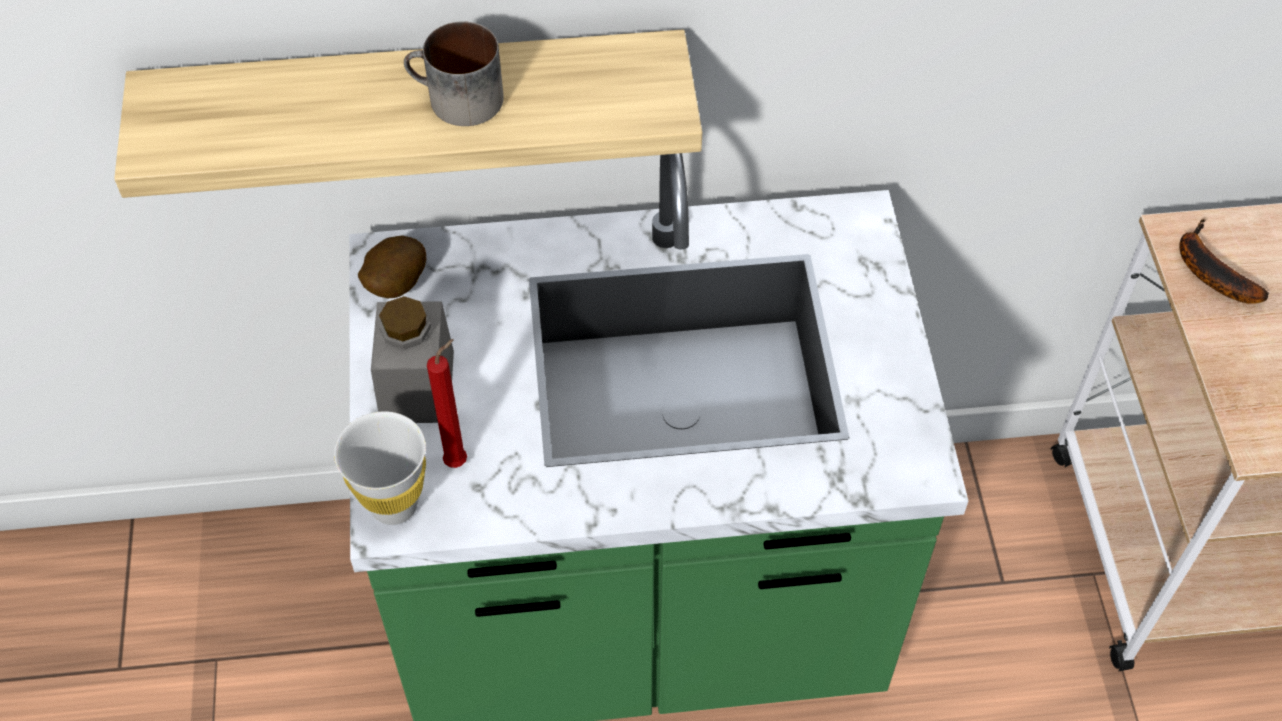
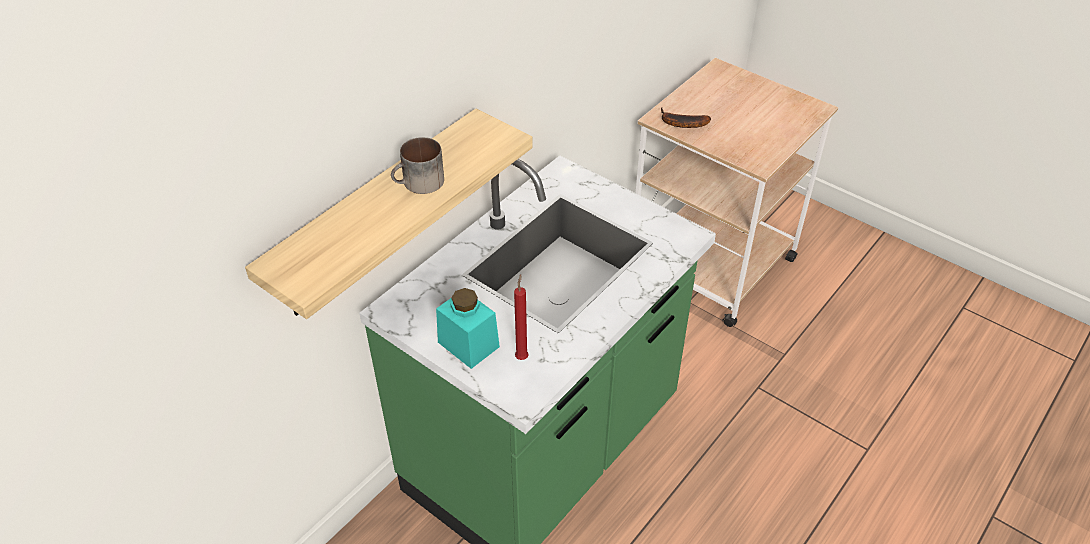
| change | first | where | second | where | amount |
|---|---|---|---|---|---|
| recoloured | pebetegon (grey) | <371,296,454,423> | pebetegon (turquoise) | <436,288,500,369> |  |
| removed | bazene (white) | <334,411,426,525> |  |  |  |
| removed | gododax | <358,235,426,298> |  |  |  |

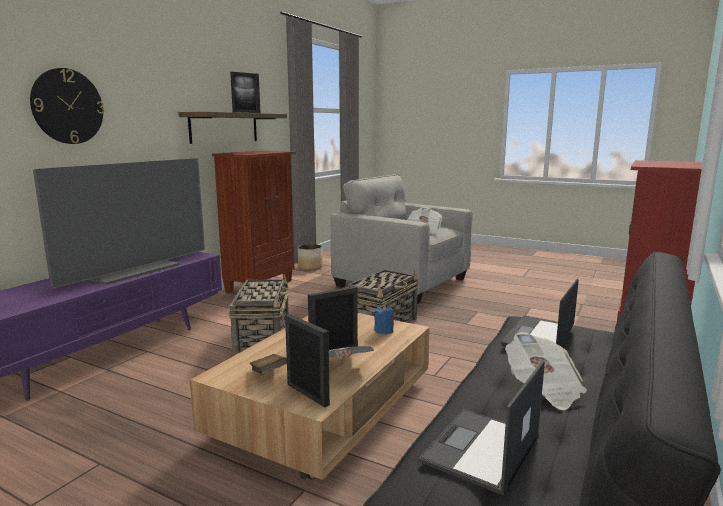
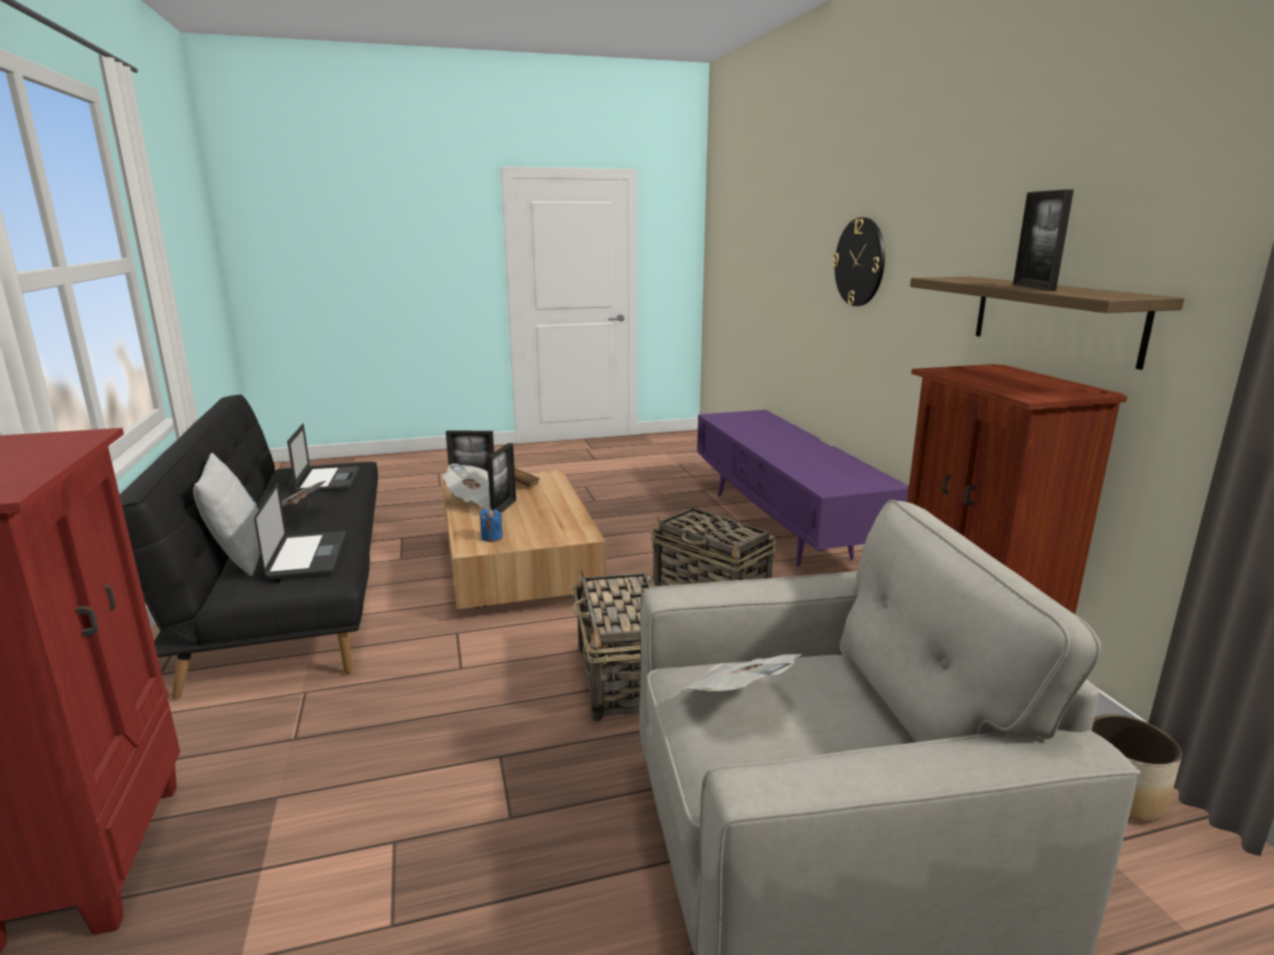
| change | first | where | second | where | amount |
|---|---|---|---|---|---|
| added |  |  | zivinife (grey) | <193,453,260,576> |  |
| removed | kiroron | <33,158,205,288> |  |  |  |

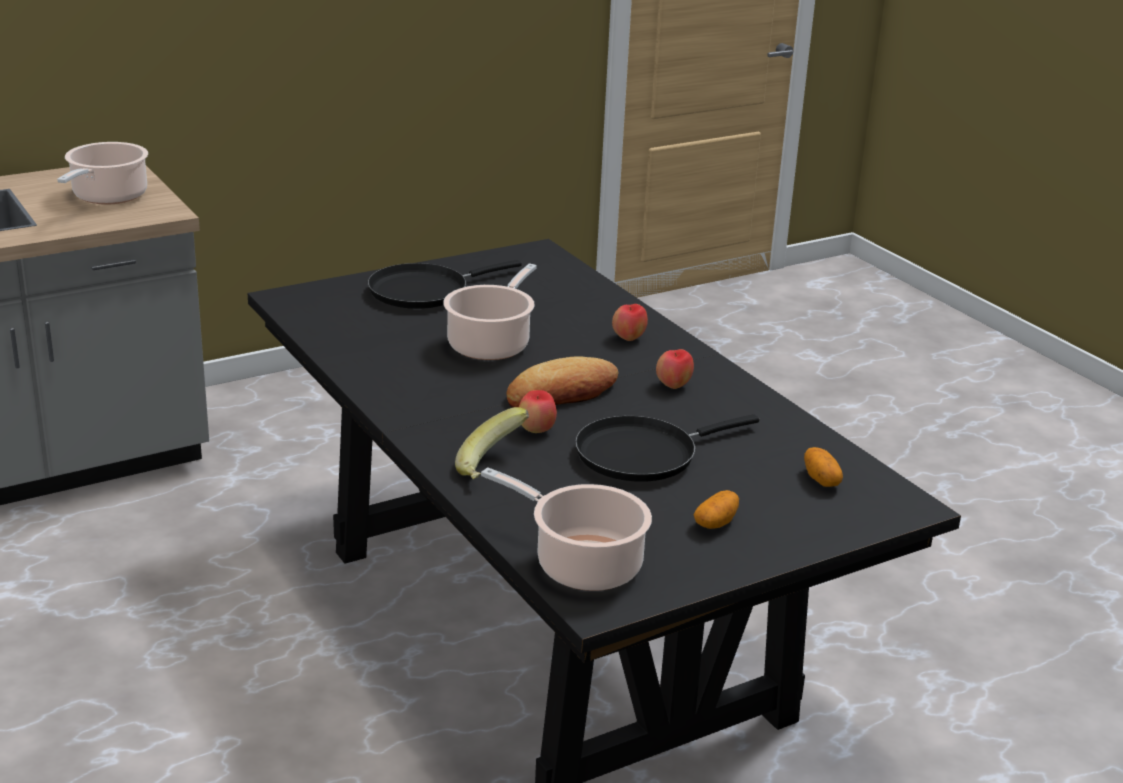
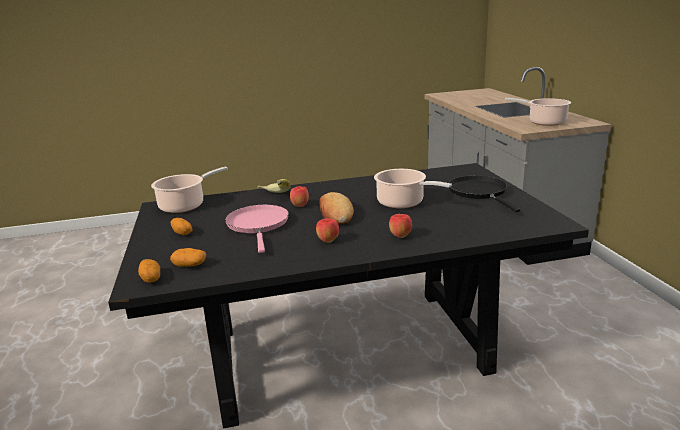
| change | first | where | second | where | amount |
|---|---|---|---|---|---|
| added |  |  | gododax | <138,259,160,283> |  |
| recoloured | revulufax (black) | <575,414,759,482> | revulufax (pink) | <225,204,289,253> |  |

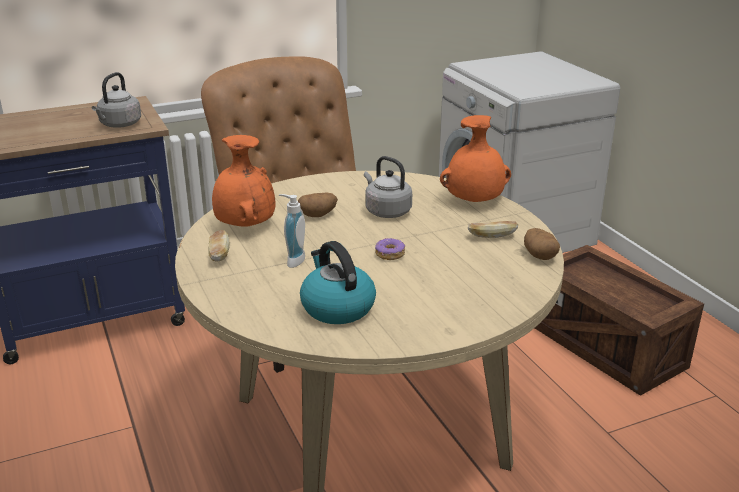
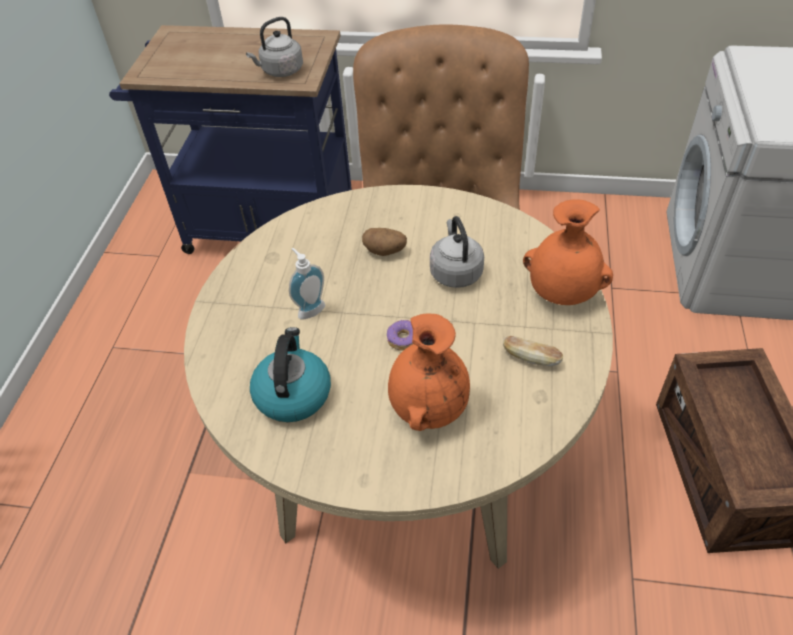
| change | first | where | second | where | amount |
|---|---|---|---|---|---|
| moved | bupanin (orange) | <212,135,275,227> |  | <388,313,470,431> |  |
| removed | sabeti | <208,230,230,261> |  |  |  |
| removed | gododax | <524,228,560,260> |  |  |  |

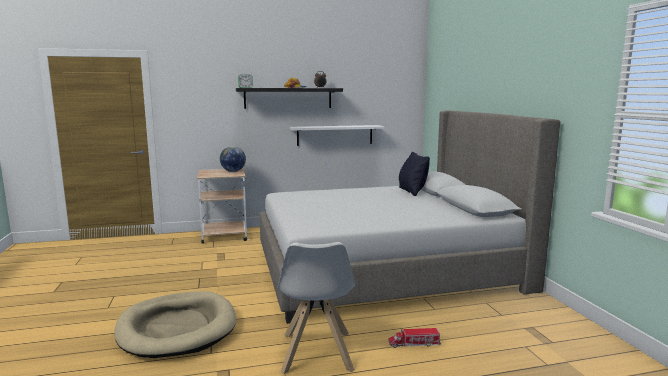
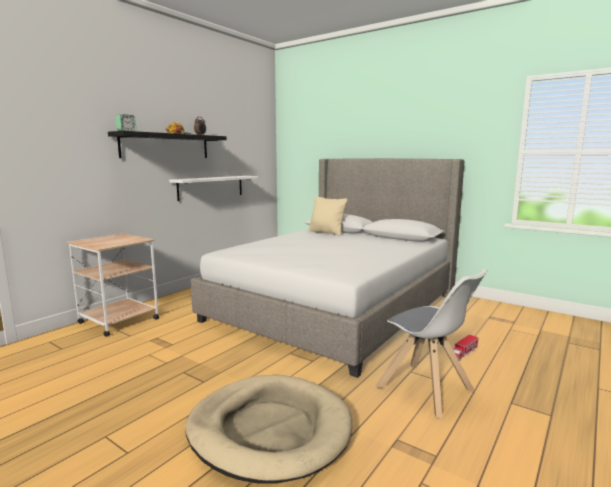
| change | first | where | second | where | amount |
|---|---|---|---|---|---|
| recoloured | zivinife (black) | <399,152,430,196> | zivinife (beige) | <308,196,348,236> |  |
| removed | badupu | <220,146,246,172> |  |  |  |

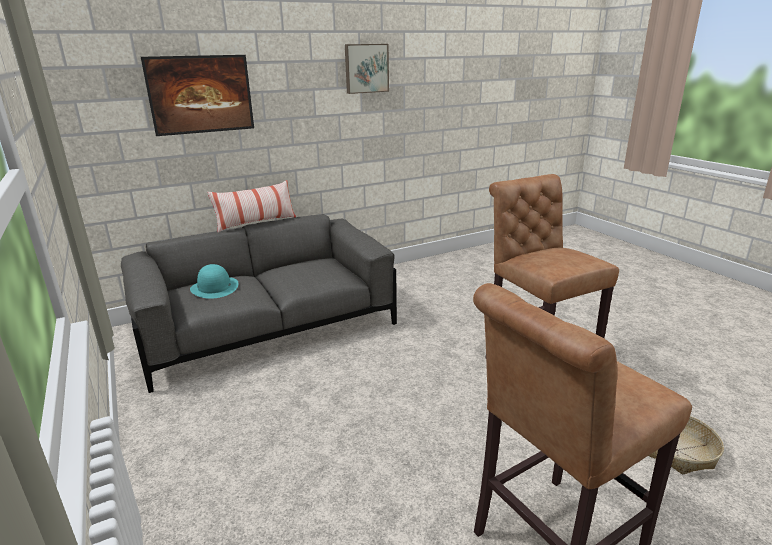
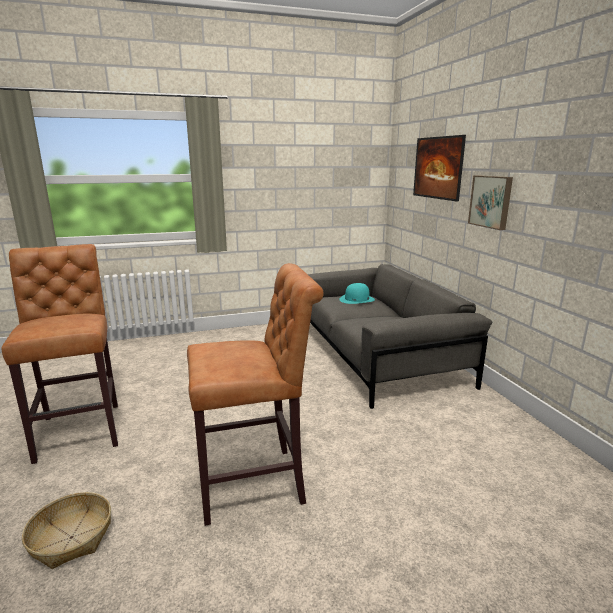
| change | first | where | second | where | amount |
|---|---|---|---|---|---|
| moved | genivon | <345,44,389,94> |  | <468,175,513,230> |  |
| removed | zivinife | <208,180,296,233> |  |  |  |

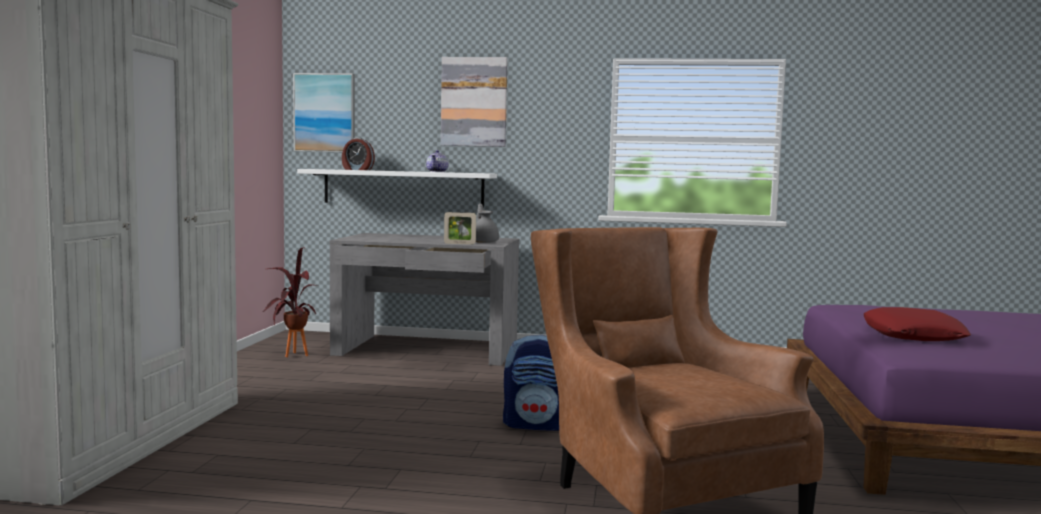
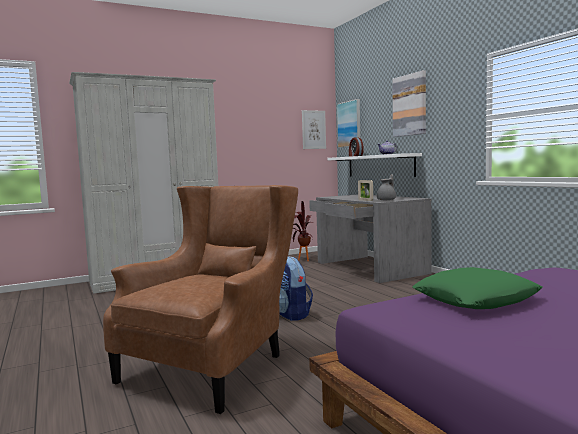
| change | first | where | second | where | amount |
|---|---|---|---|---|---|
| added |  |  | genivon | <302,110,326,149> |  |
| recoloured | zivinife (red) | <864,307,971,341> | zivinife (green) | <413,267,542,309> |  |

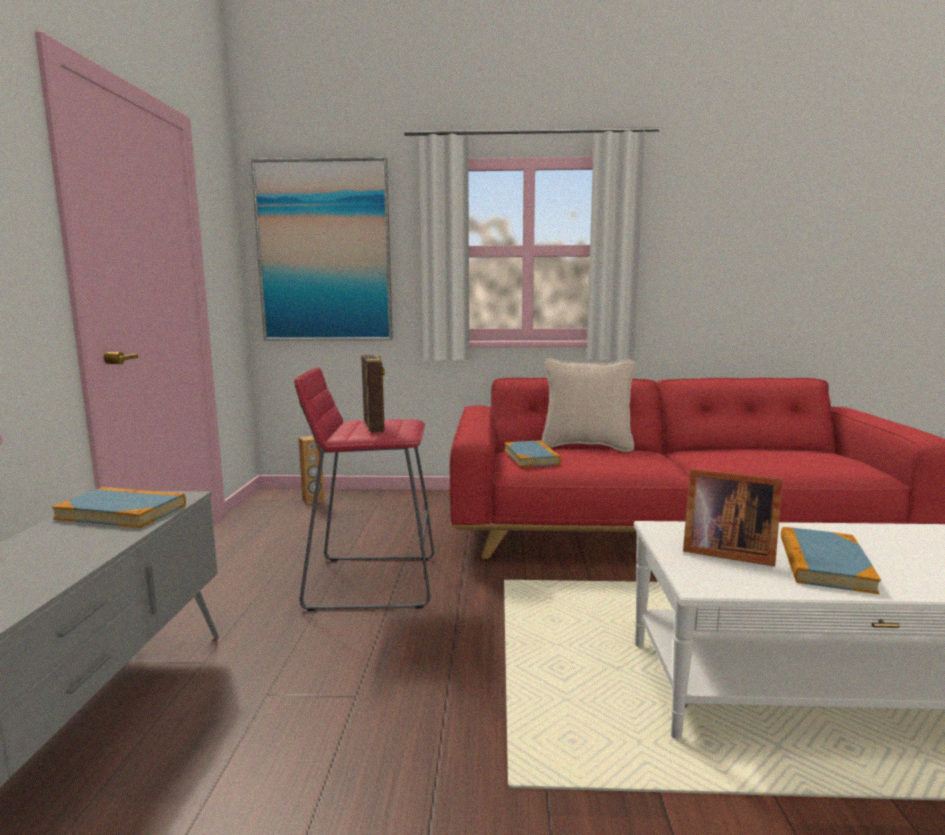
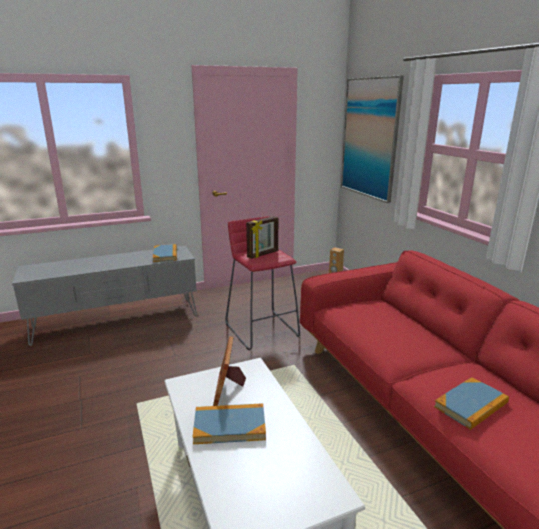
| change | first | where | second | where | amount |
|---|---|---|---|---|---|
| moved | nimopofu | <504,440,561,467> |  | <434,377,509,430> |  |
| removed | zivinife (beige) | <541,358,636,452> |  |  |  |

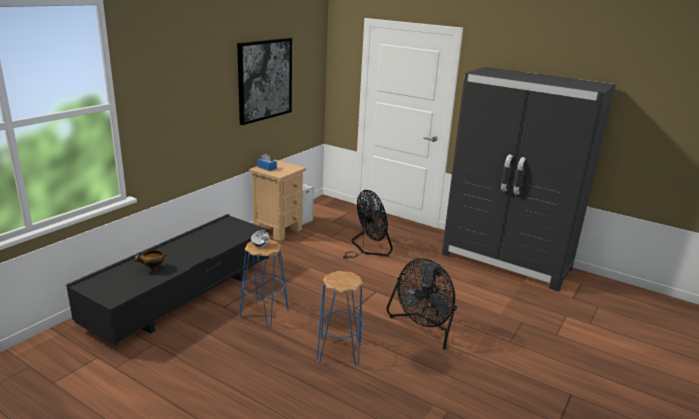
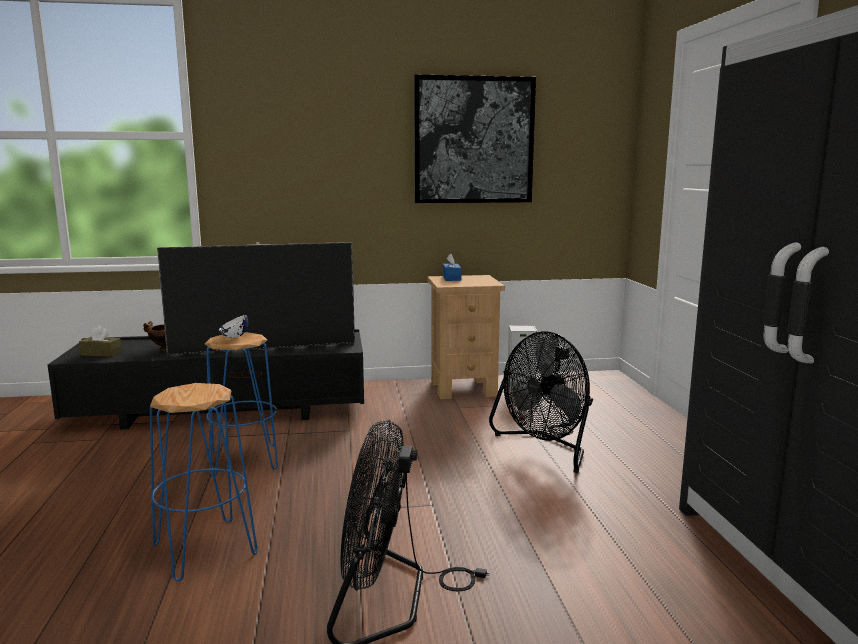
| change | first | where | second | where | amount |
|---|---|---|---|---|---|
| added |  |  | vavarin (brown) | <79,326,122,357> |  |
| added |  |  | kiroron | <157,242,355,355> |  |
| turned | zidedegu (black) | <343,190,393,258> |  | <489,331,593,473> | 120 degrees clockwise |

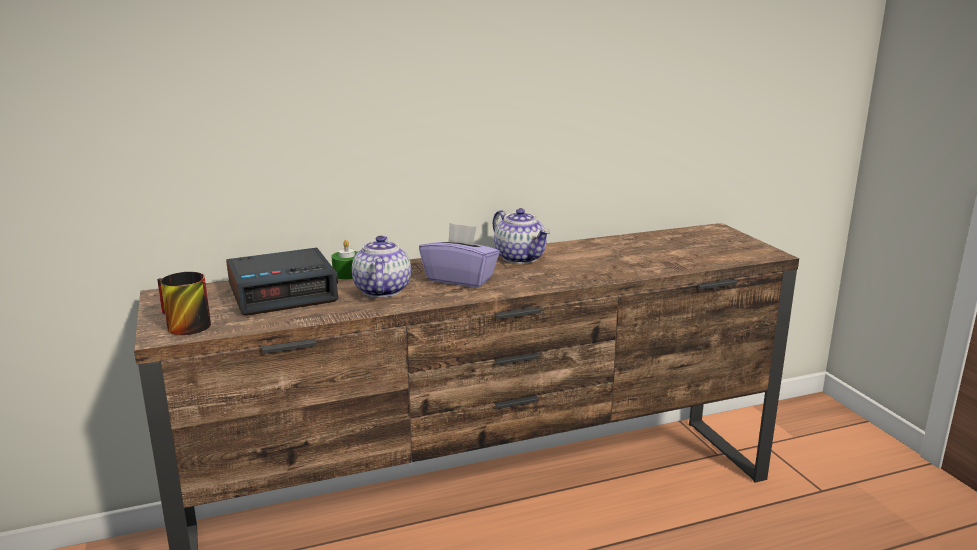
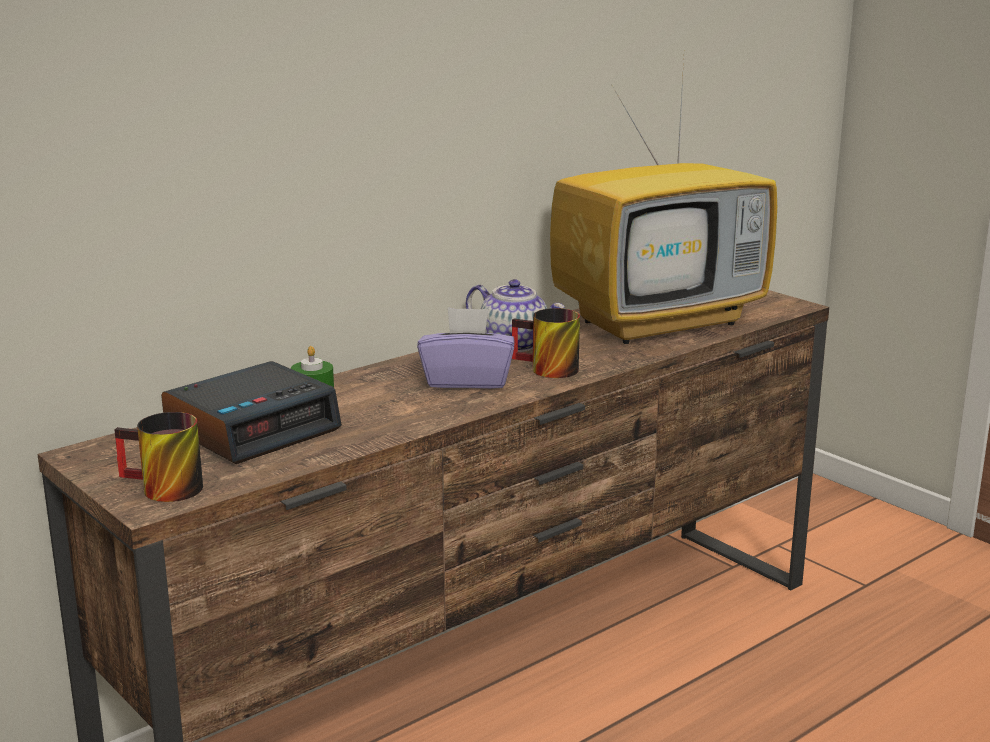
| change | first | where | second | where | amount |
|---|---|---|---|---|---|
| added |  |  | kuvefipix | <512,308,580,378> |  |
| added |  |  | kiroron | <550,61,777,344> |  |
| removed | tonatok | <352,236,411,298> |  |  |  |

